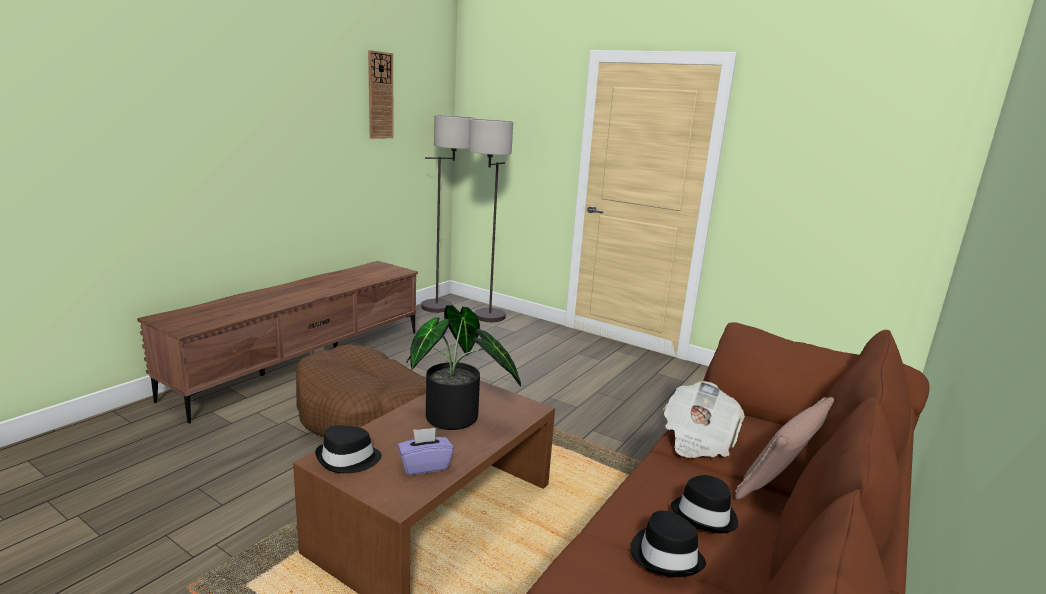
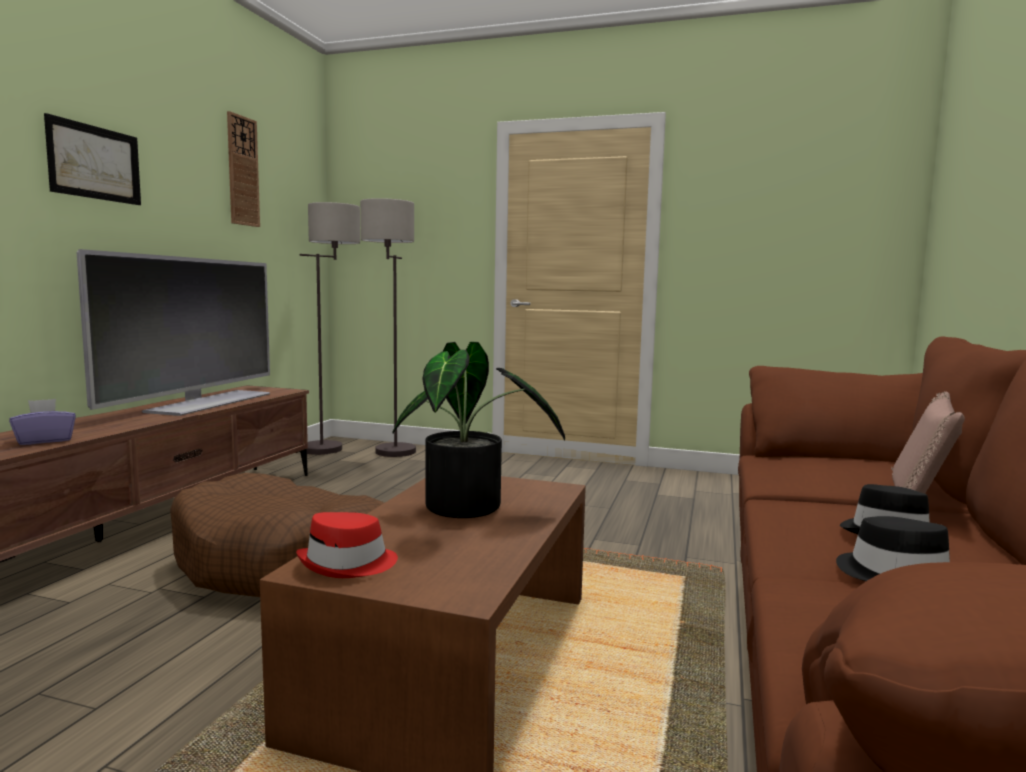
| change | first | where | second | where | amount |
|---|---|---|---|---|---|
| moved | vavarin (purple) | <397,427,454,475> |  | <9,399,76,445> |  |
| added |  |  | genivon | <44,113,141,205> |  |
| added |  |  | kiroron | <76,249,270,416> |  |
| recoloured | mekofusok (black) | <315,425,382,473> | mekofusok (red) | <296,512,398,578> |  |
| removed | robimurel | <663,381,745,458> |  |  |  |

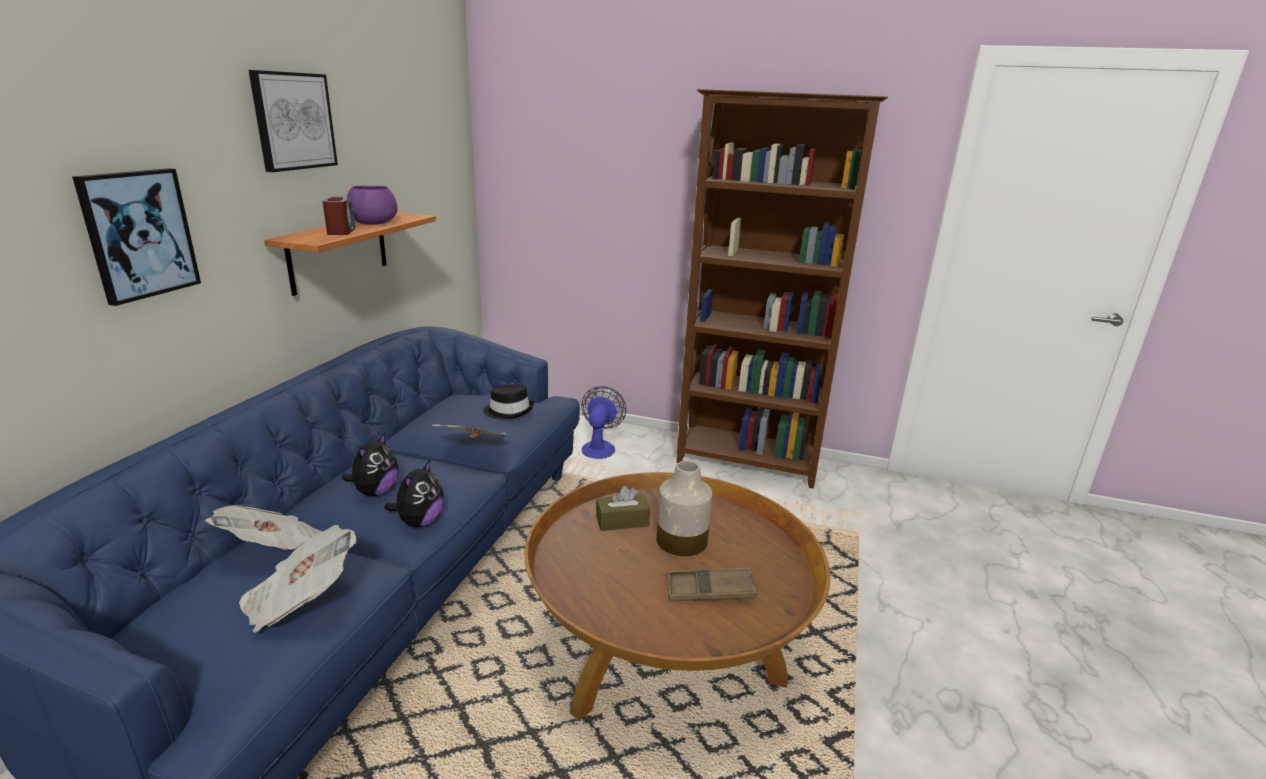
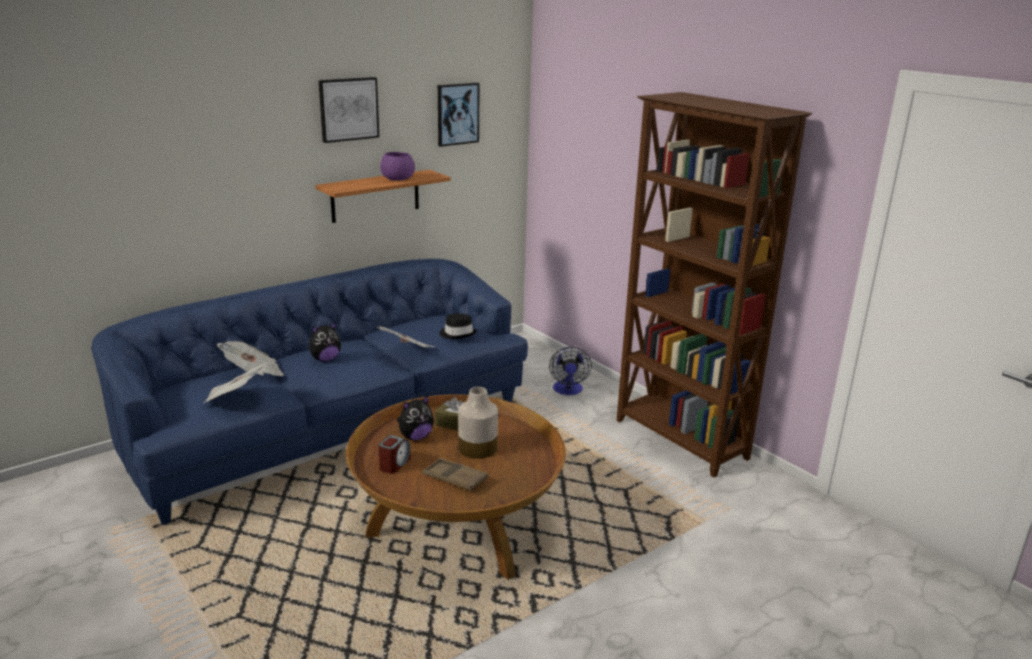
| change | first | where | second | where | amount |
|---|---|---|---|---|---|
| moved | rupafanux | <323,197,355,235> |  | <378,435,411,474> |  |
| moved | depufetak | <384,460,444,527> |  | <397,396,434,440> |  |
| moved | genivon | <72,168,201,306> |  | <438,83,480,147> |  |
| turned | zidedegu | <581,386,626,459> |  | <549,347,592,395> | 135 degrees clockwise |

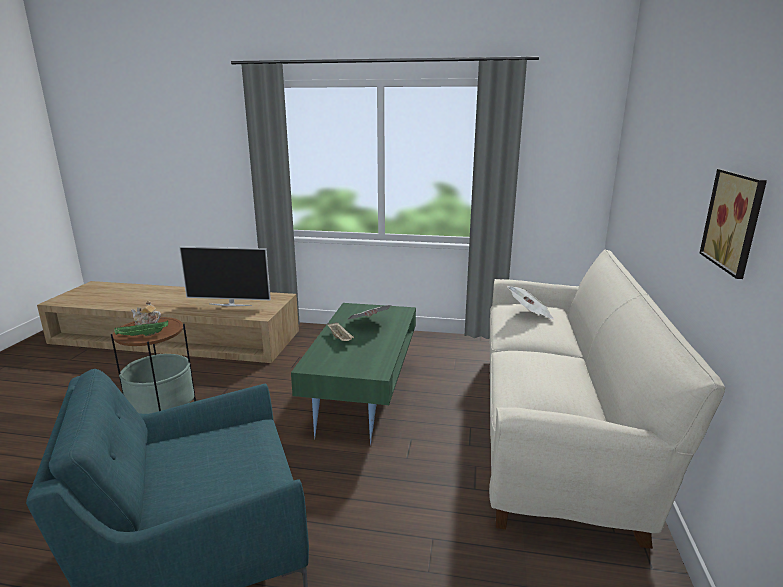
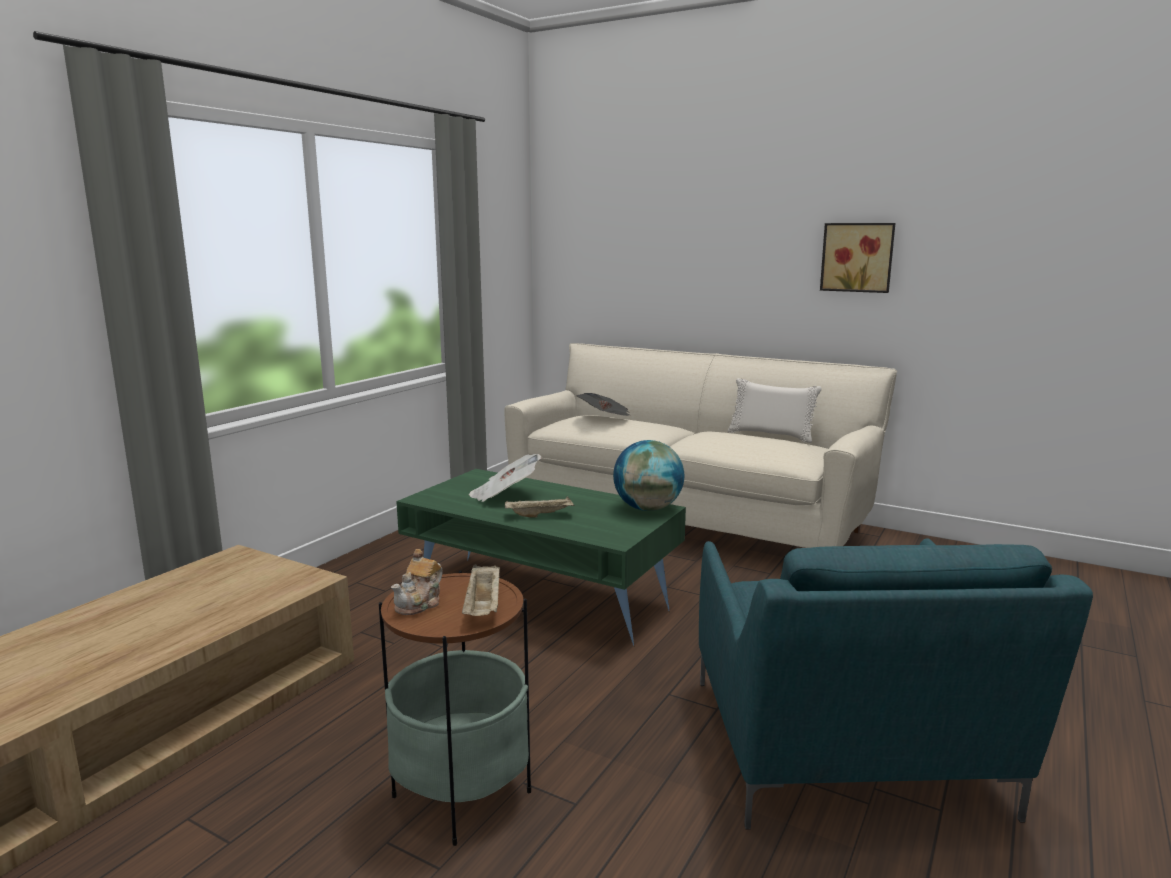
| change | first | where | second | where | amount |
|---|---|---|---|---|---|
| recoloured | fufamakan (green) | <114,320,168,337> | fufamakan (beige) | <462,564,500,616> |  |
| added |  |  | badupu | <613,440,684,511> |  |
| added |  |  | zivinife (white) | <728,378,822,443> |  |
| removed | kiroron | <179,247,271,306> |  |  |  |

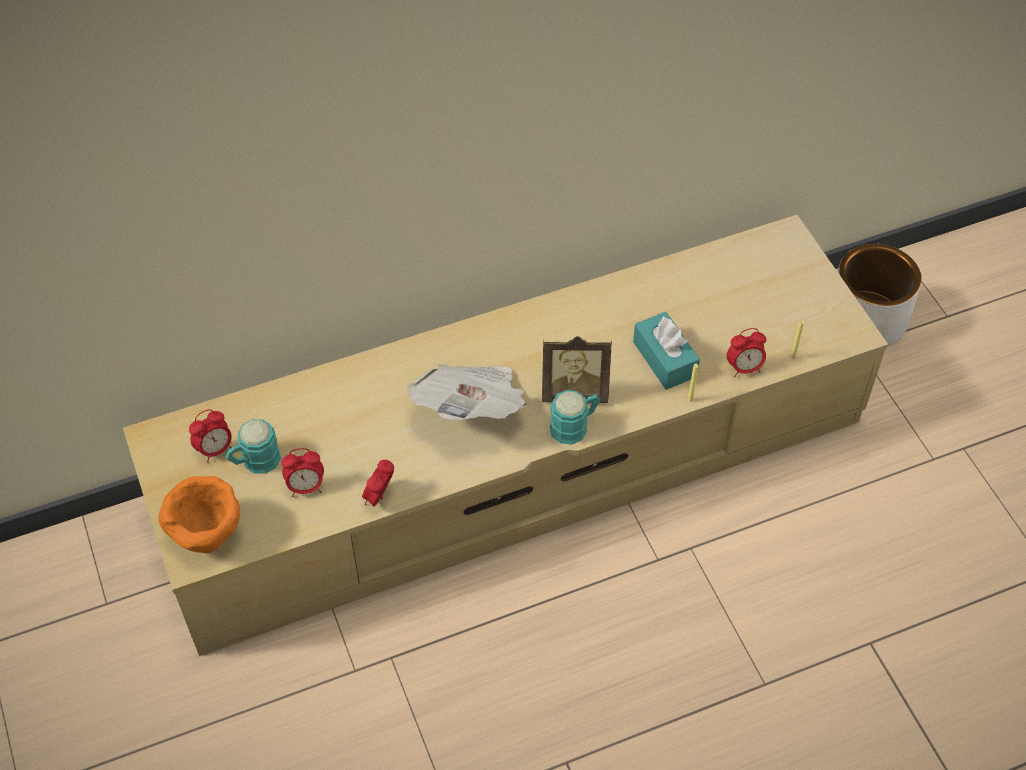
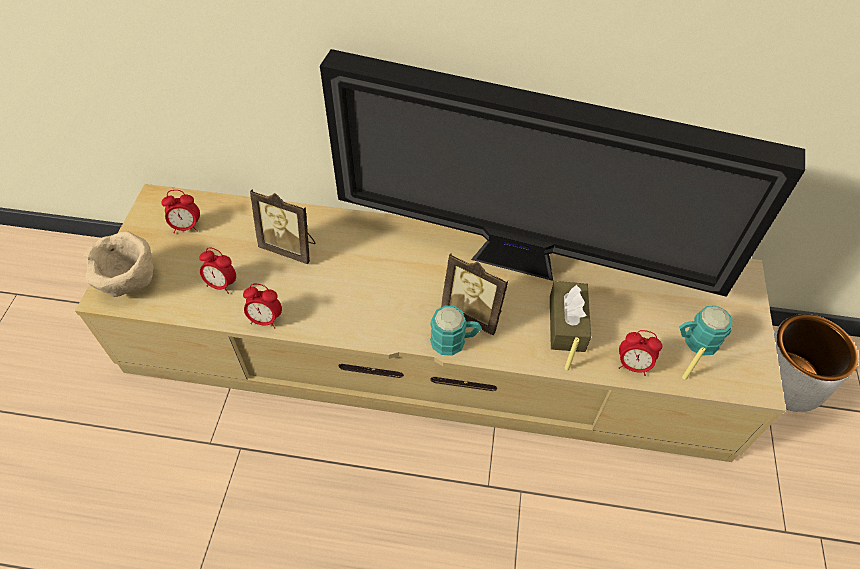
| change | first | where | second | where | amount |
|---|---|---|---|---|---|
| recoloured | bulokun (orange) | <158,476,240,553> | bulokun (beige) | <84,231,153,297> |  |
| turned | rupafanux | <362,460,394,507> |  | <243,284,282,328> | 135 degrees counterclockwise |
| added |  |  | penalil | <250,189,315,264> |  |
| added |  |  | kiroron | <320,49,805,297> |  |
| recoloured | vavarin (turquoise) | <633,312,700,390> | vavarin (brown) | <550,281,591,352> |  |
| moved | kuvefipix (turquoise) | <226,419,281,474> |  | <679,306,732,356> |  |
| removed | robimurel | <407,364,526,420> |  |  |  |

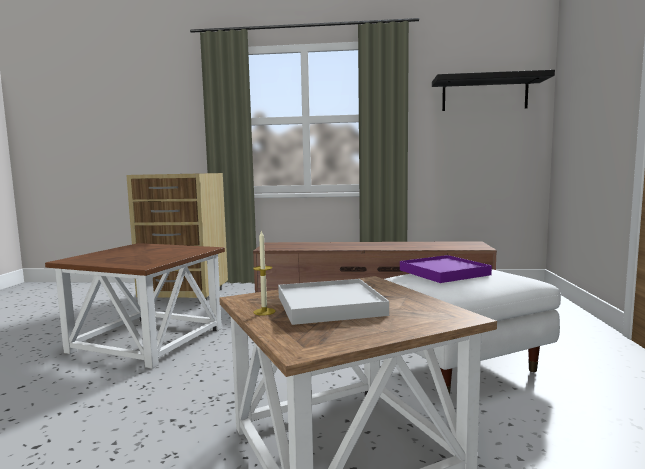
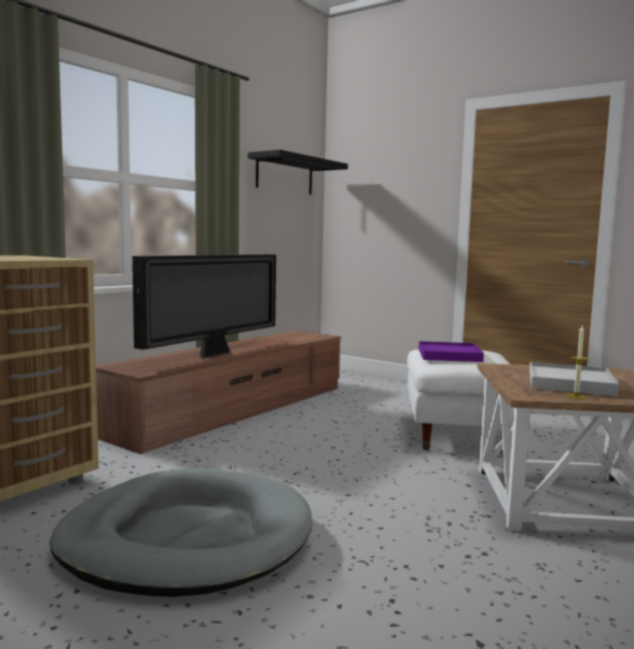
| change | first | where | second | where | amount |
|---|---|---|---|---|---|
| replaced | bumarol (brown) | <45,243,225,369> | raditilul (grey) | <50,469,313,597> |  |
| added |  |  | kiroron | <132,254,276,359> |  |

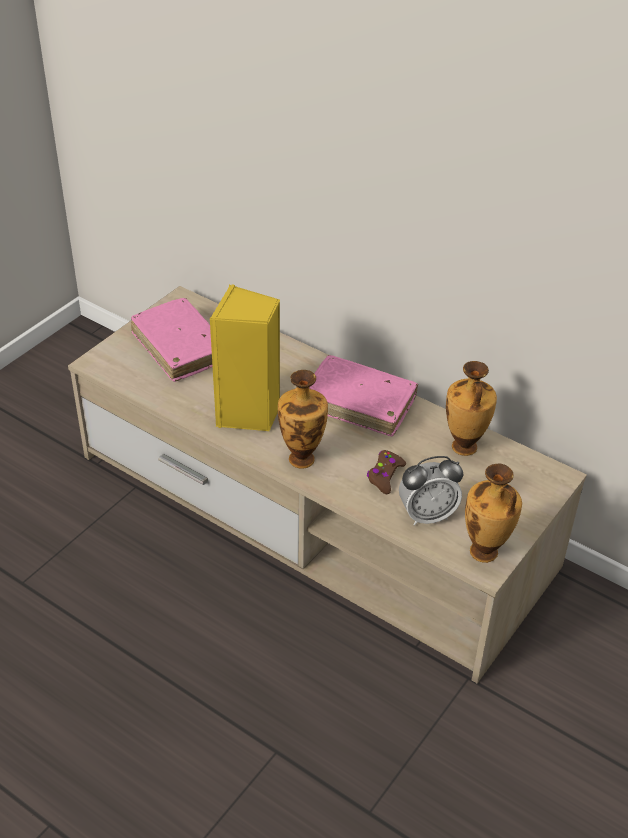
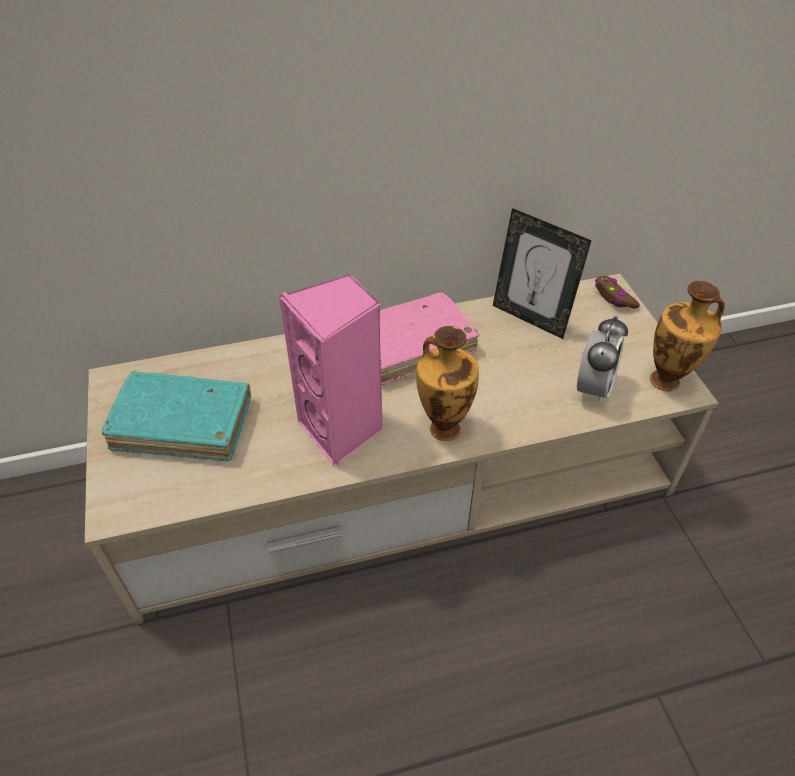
| change | first | where | second | where | amount |
|---|---|---|---|---|---|
| recoloured | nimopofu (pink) | <131,298,213,382> | nimopofu (turquoise) | <102,371,251,461> |  |
| recoloured | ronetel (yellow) | <210,285,280,431> | ronetel (pink) | <279,275,383,467> |  |
| replaced | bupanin | <446,361,497,456> | penalil | <493,208,592,339> |  |
| moved | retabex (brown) | <367,450,406,494> |  | <595,276,640,309> |  |

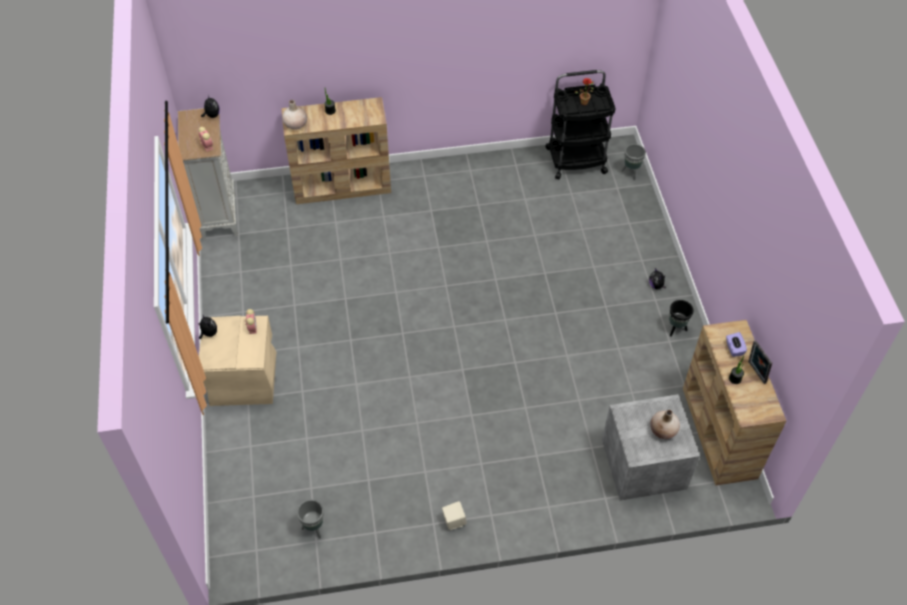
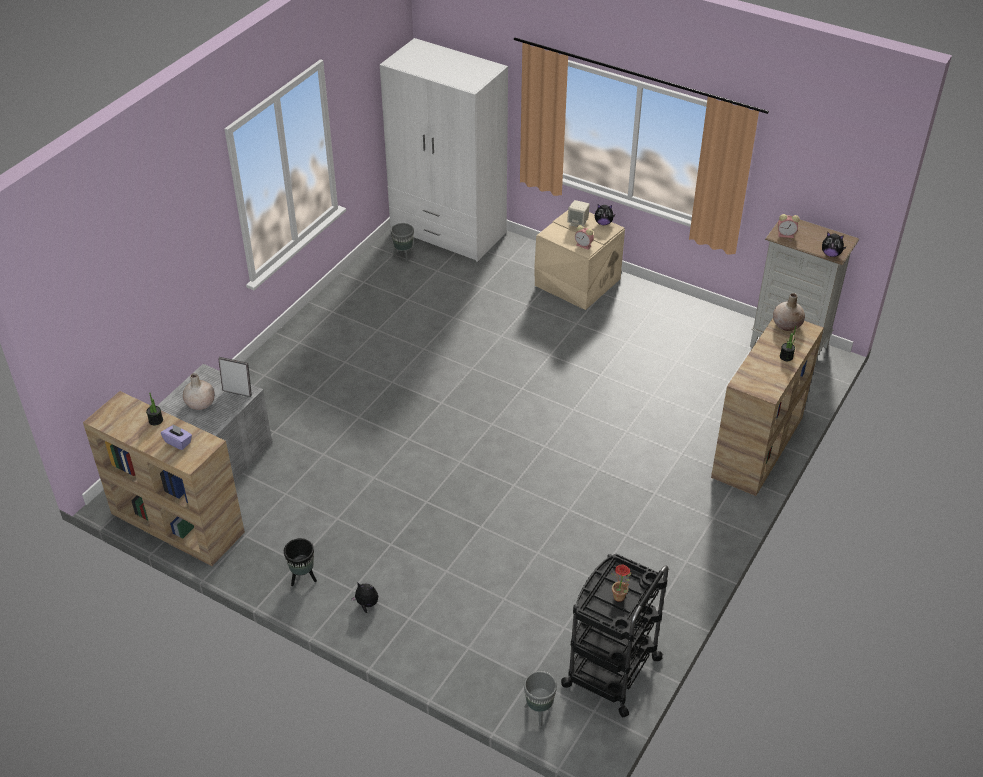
| change | first | where | second | where | amount |
|---|---|---|---|---|---|
| moved | penalil | <748,340,772,384> |  | <218,357,252,397> |  |
| added |  |  | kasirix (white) | <380,38,508,262> |  |
| moved | ronetel (beige) | <442,501,467,530> |  | <567,200,590,227> |  |

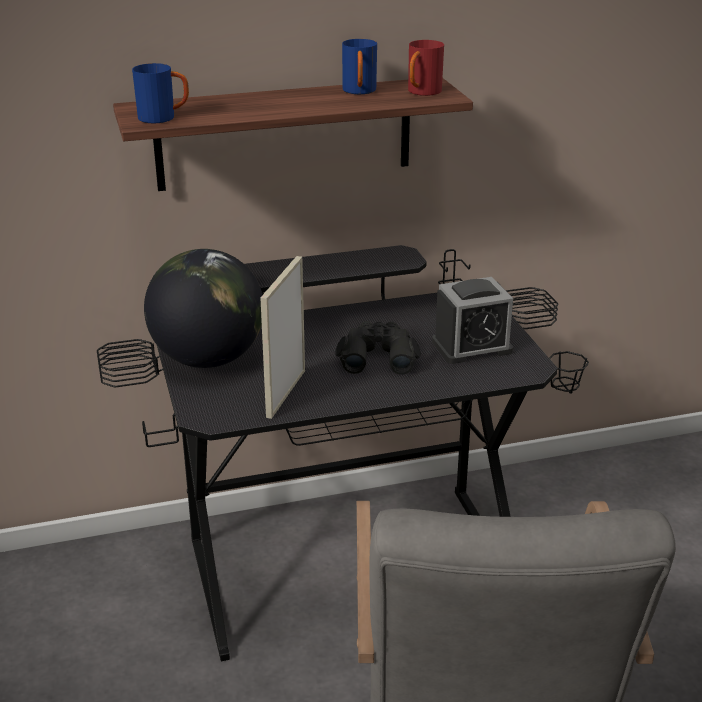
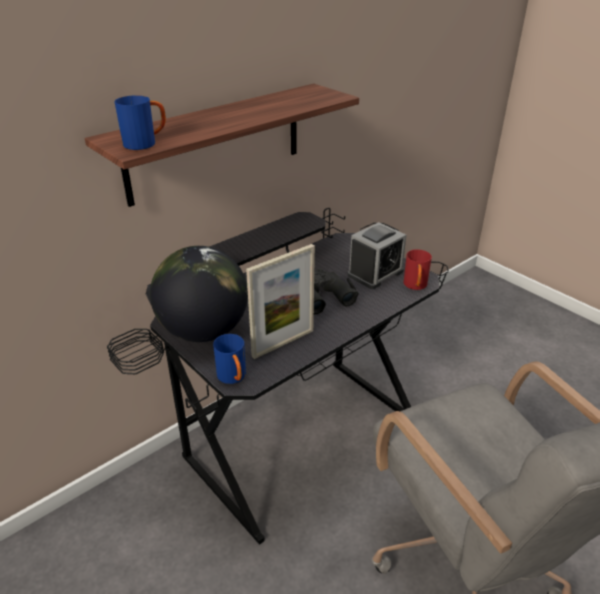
| change | first | where | second | where | amount |
|---|---|---|---|---|---|
| moved | kuvefipix (blue) | <342,39,377,94> |  | <213,334,246,384> |  |
| turned | penalil | <260,256,305,419> |  | <246,244,315,359> | 120 degrees counterclockwise |
| moved | kuvefipix (red) | <408,40,444,96> |  | <403,249,432,290> |  |

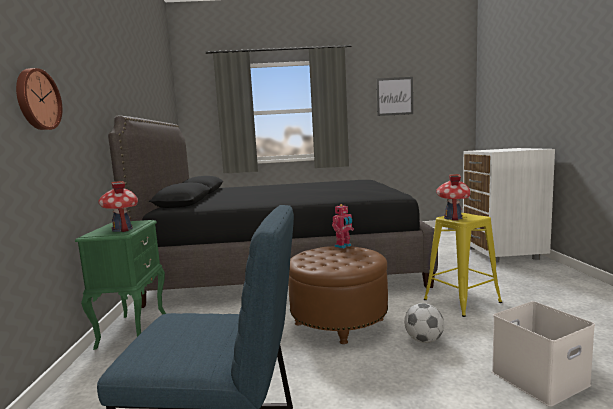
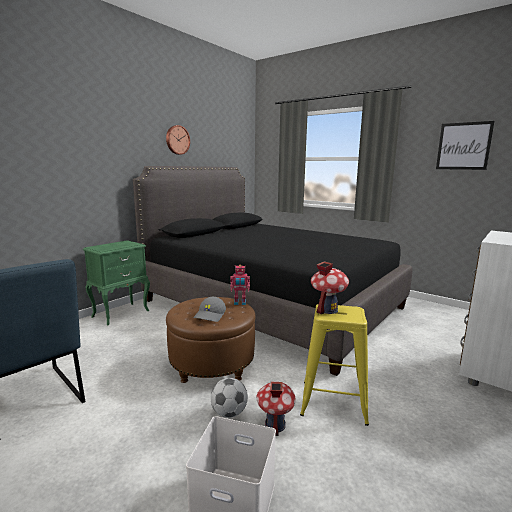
| change | first | where | second | where | amount |
|---|---|---|---|---|---|
| moved | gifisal | <16,68,62,130> |  | <166,125,190,155> |  |
| added |  |  | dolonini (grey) | <193,297,226,322> |  |
| moved | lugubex | <98,181,138,232> |  | <256,382,296,436> |  |

